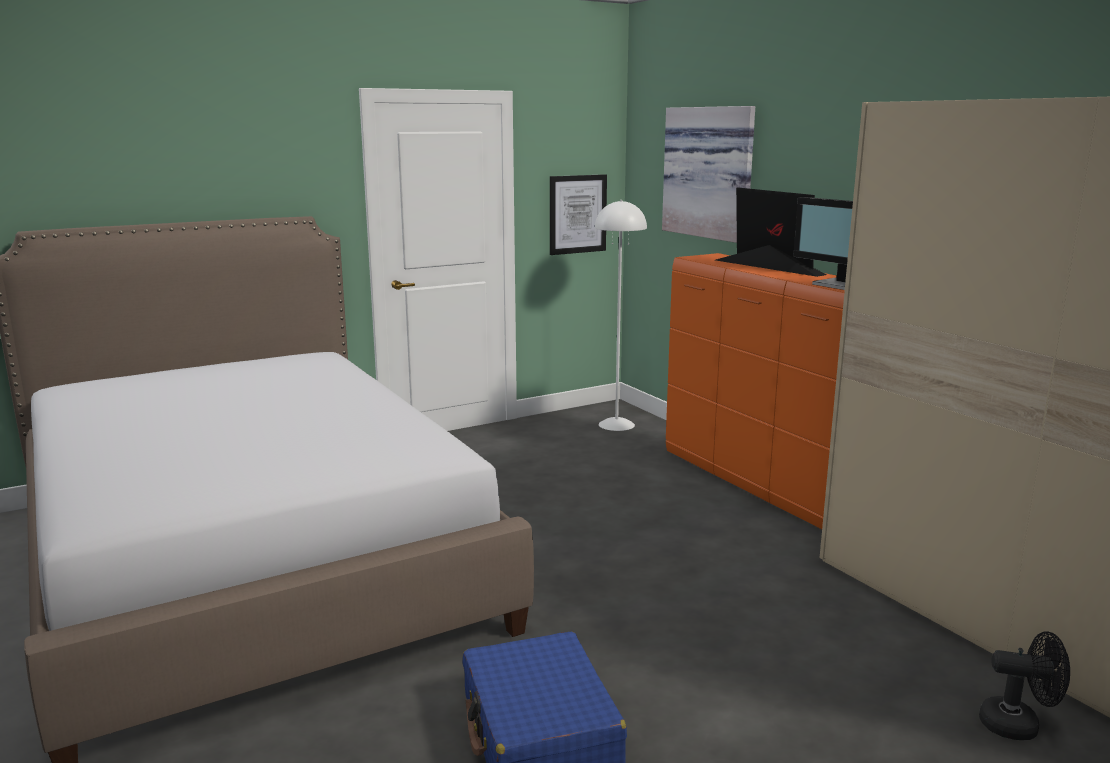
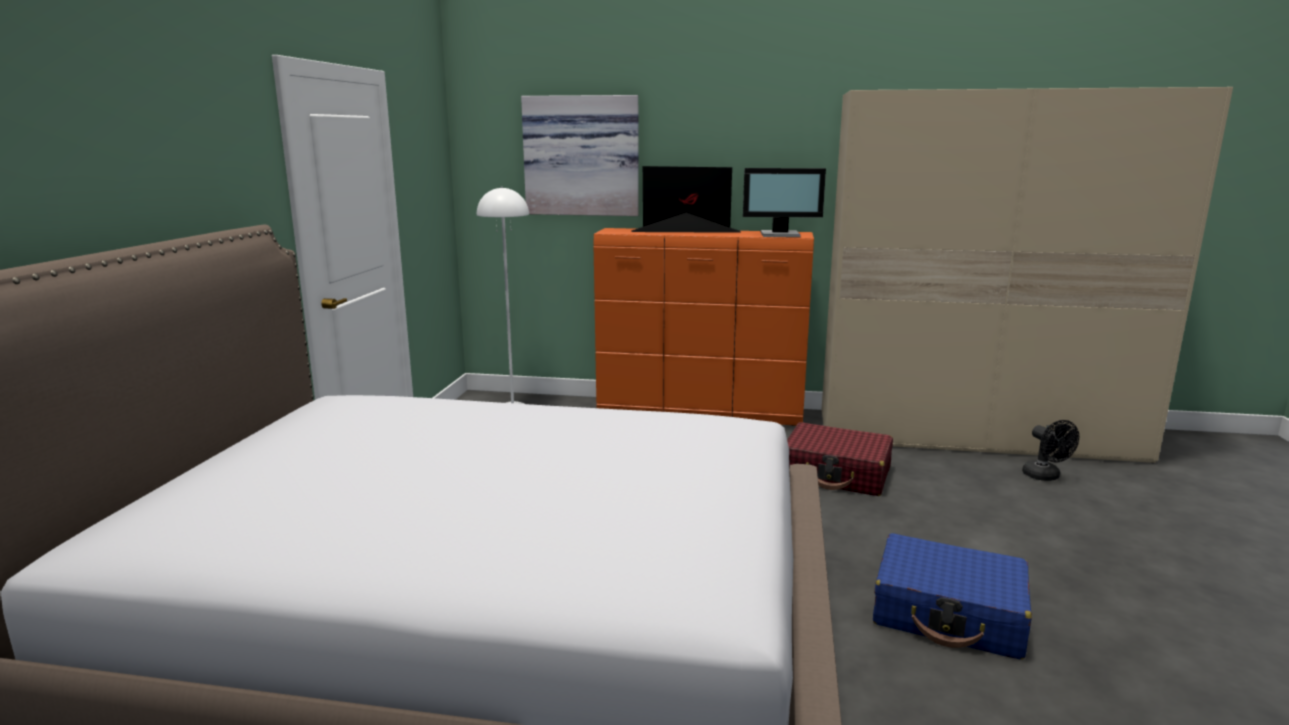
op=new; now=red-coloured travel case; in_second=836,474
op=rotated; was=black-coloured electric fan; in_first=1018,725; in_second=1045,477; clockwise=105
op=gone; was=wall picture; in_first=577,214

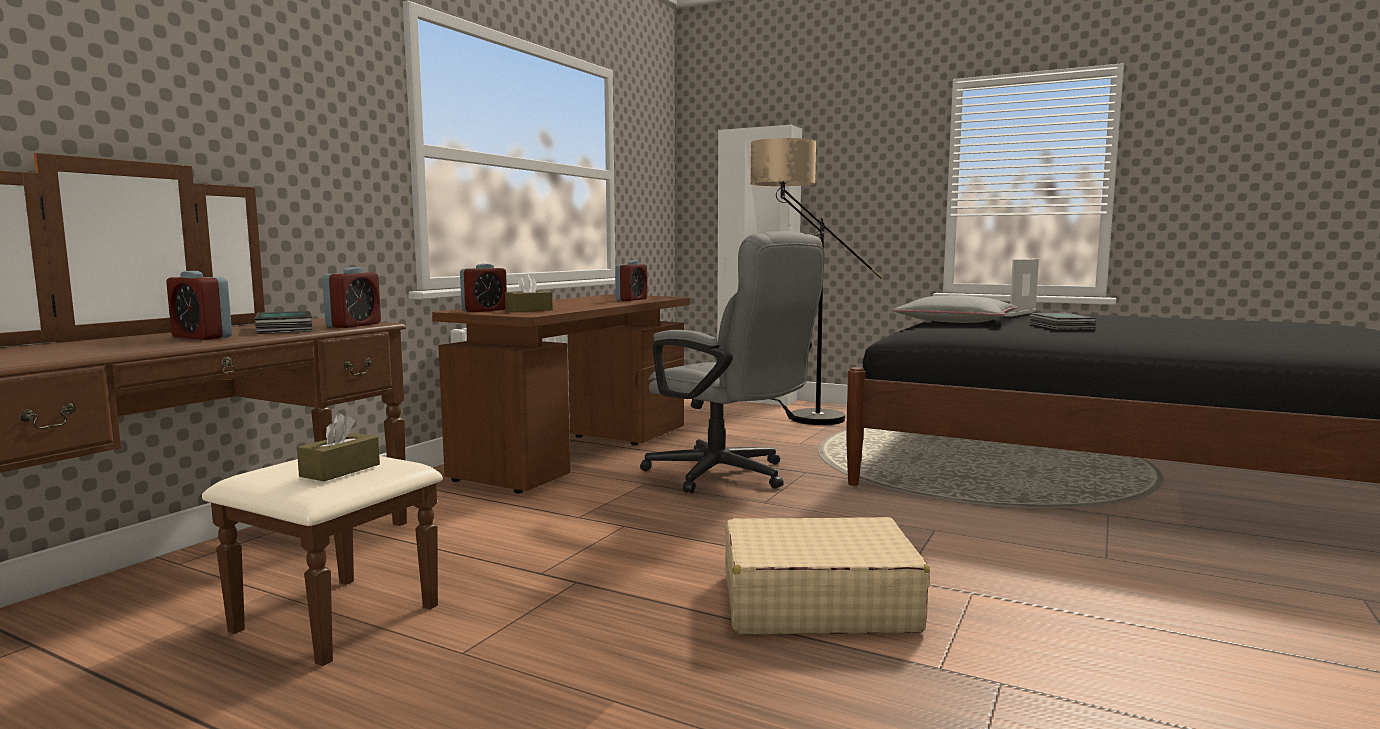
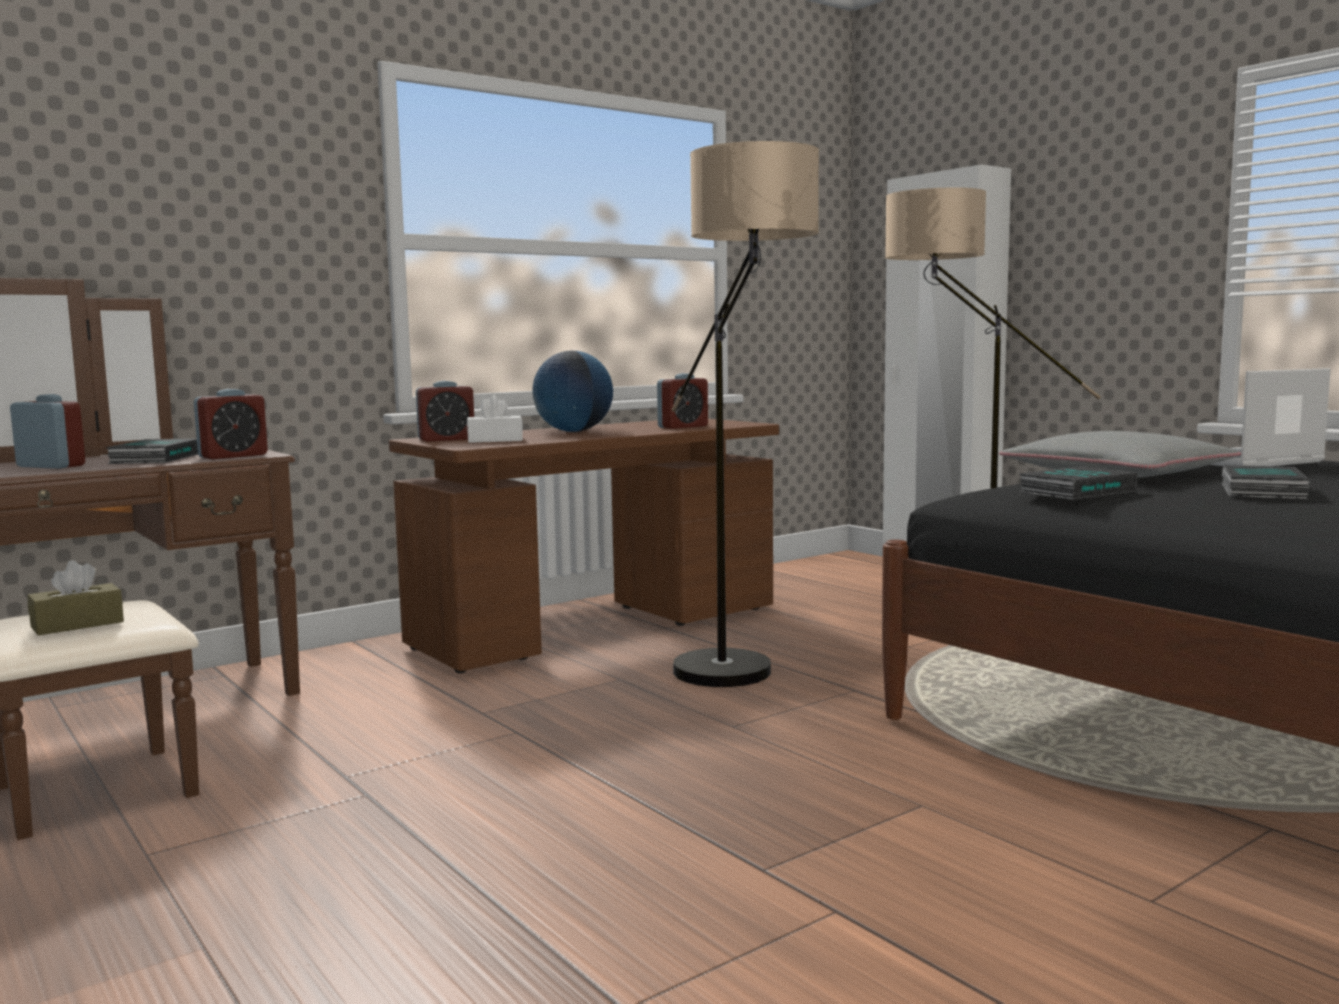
op=rotated; was=bedside clock; in_first=202,337; in_second=51,466; clockwise=150
op=repainted; was=brownish tissue box; now=white tissue box; in_first=529,310; in_second=495,440
op=new; now=globe; in_second=573,431
op=swapped; was=grey computer chair; now=floor lamp; in_first=729,476; in_second=740,683
op=new; now=volume; in_second=1076,491
op=gone; was=sand-coloured travel case; in_first=816,602

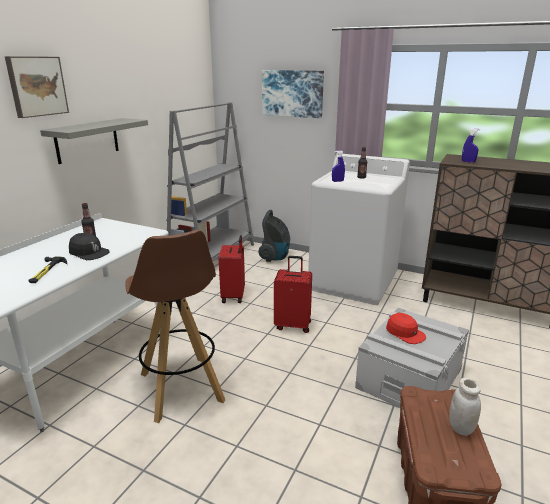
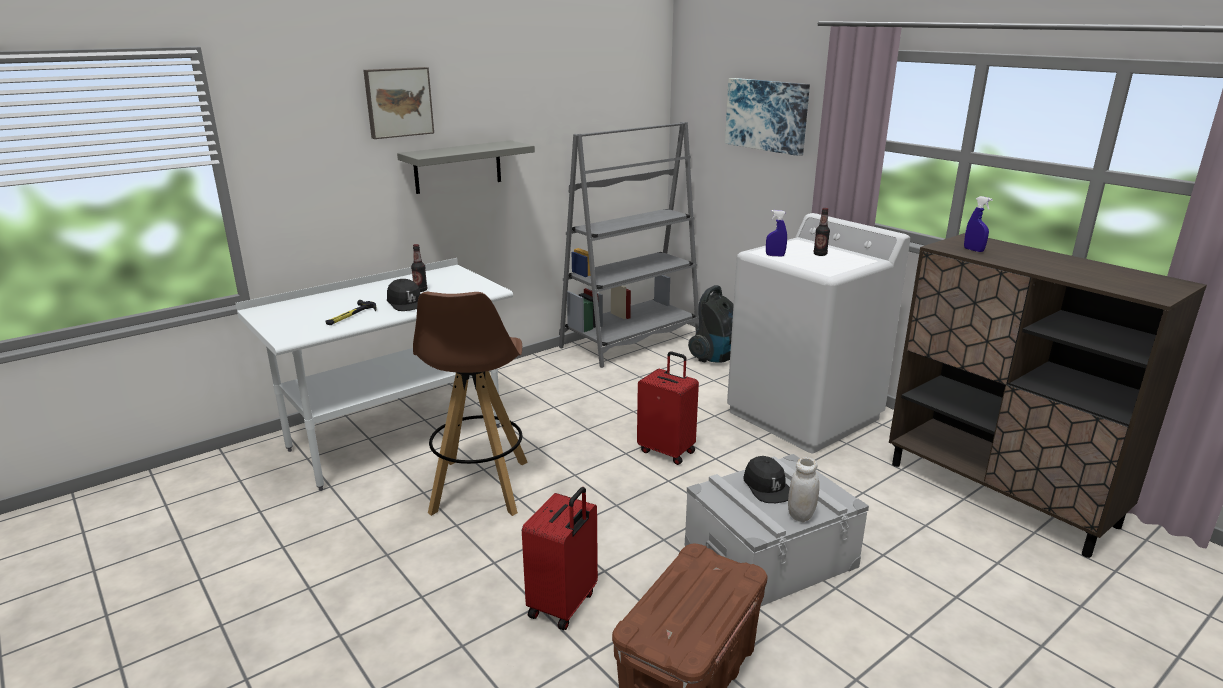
op=shifted; was=red-coloured travel case; in_first=234,296; in_second=564,605
op=repainted; was=red-coloured peaked cap; now=black-coloured peaked cap; in_first=405,333; in_second=767,487
op=shifted; was=white jar; in_first=461,427; in_second=801,515

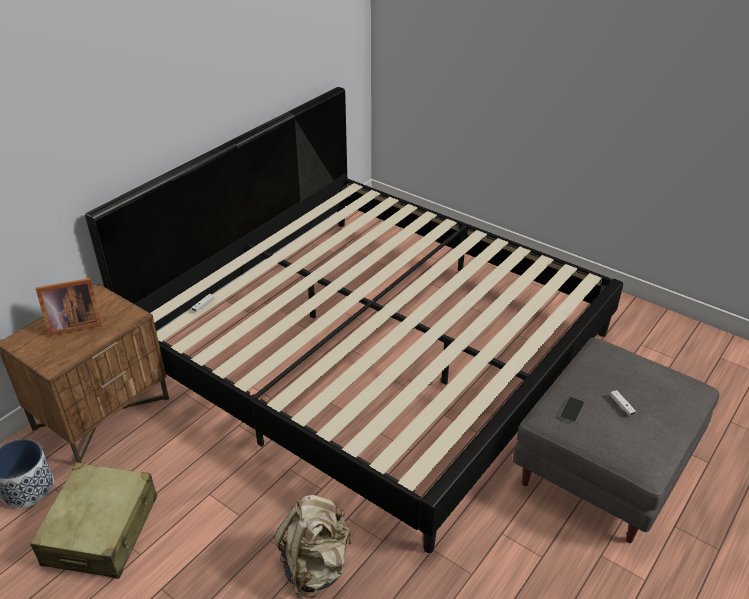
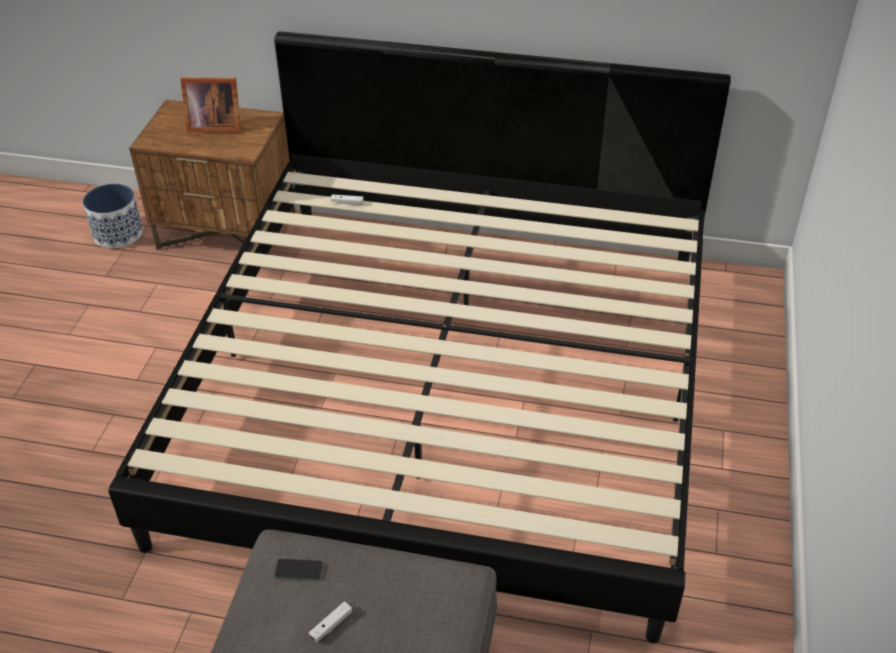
op=rotated; was=picture frame; in_first=73,324; in_second=213,125; clockwise=-45
op=gone; was=sand-coloured travel case; in_first=102,530
op=gone; was=sand-coloured backpack; in_first=316,566

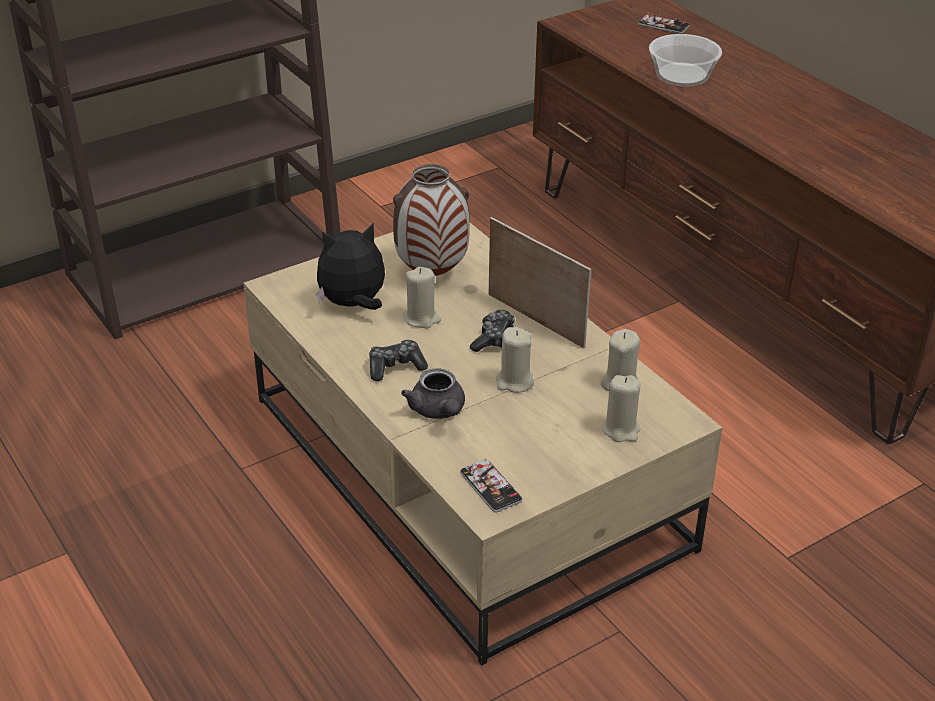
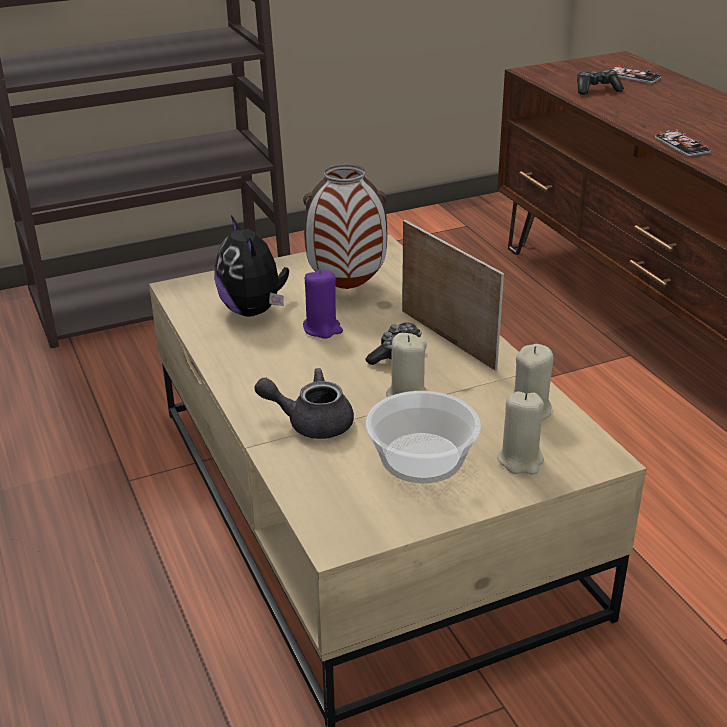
op=rotated; was=soft toy; in_first=353,305; in_second=254,311; clockwise=-105
op=rotated; was=grey tea pot; in_first=438,411; in_second=311,422; clockwise=105
op=repainted; was=sand-coloured candle; now=purple-coloured candle; in_first=421,318; in_second=322,329
op=shifted; was=deep dish; in_first=681,75; in_second=420,458
op=shifted; was=game controller; in_first=395,367; in_second=596,90
op=shifted; was=handset; in_first=490,487; in_second=682,145

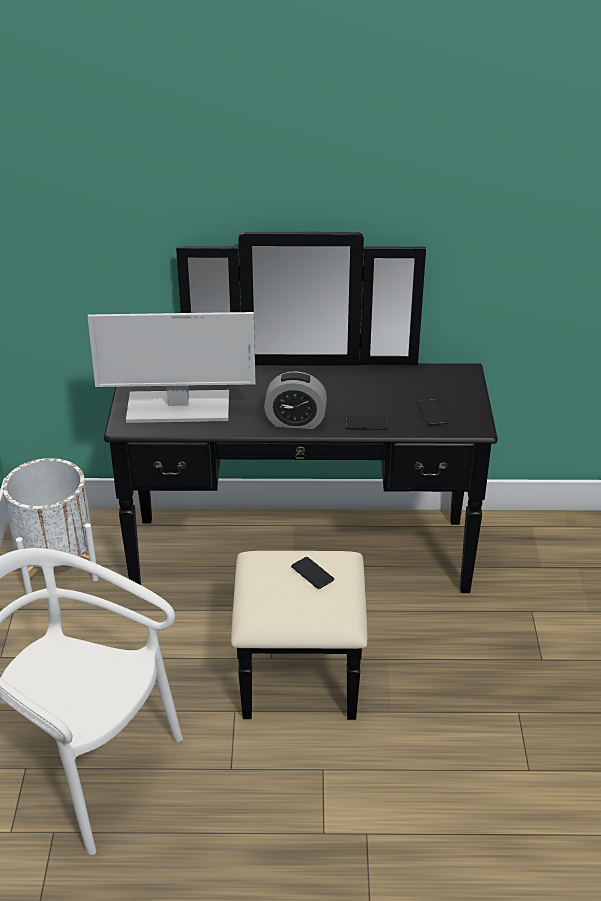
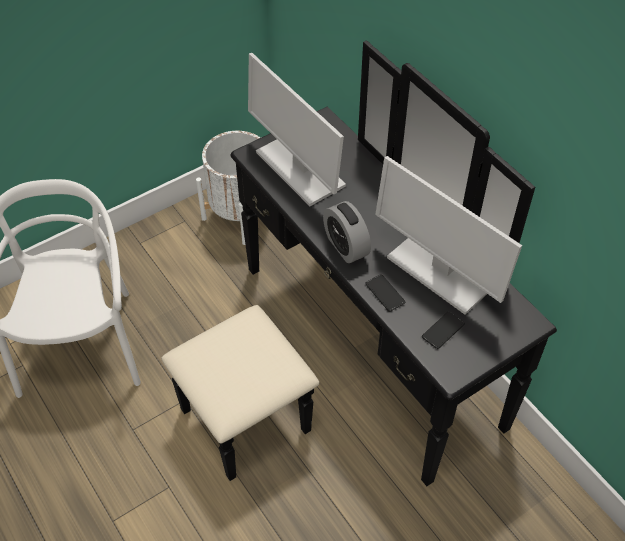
op=new; now=computer screen; in_second=439,271
op=gone; was=handset; in_first=312,573

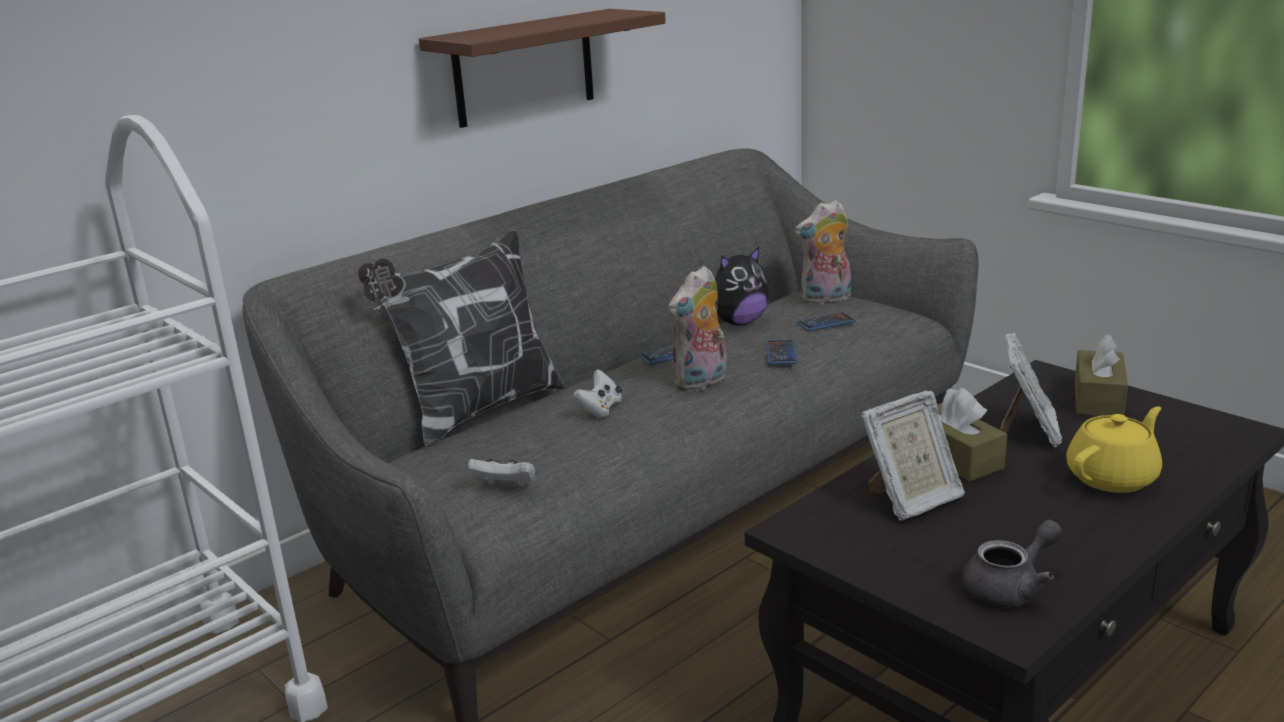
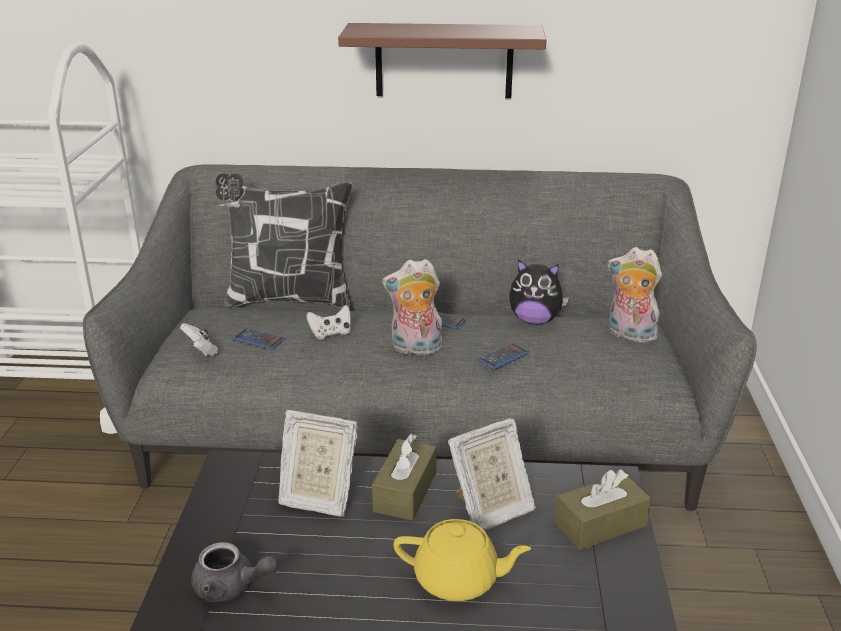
op=shifted; was=handset; in_first=825,322; in_second=258,339

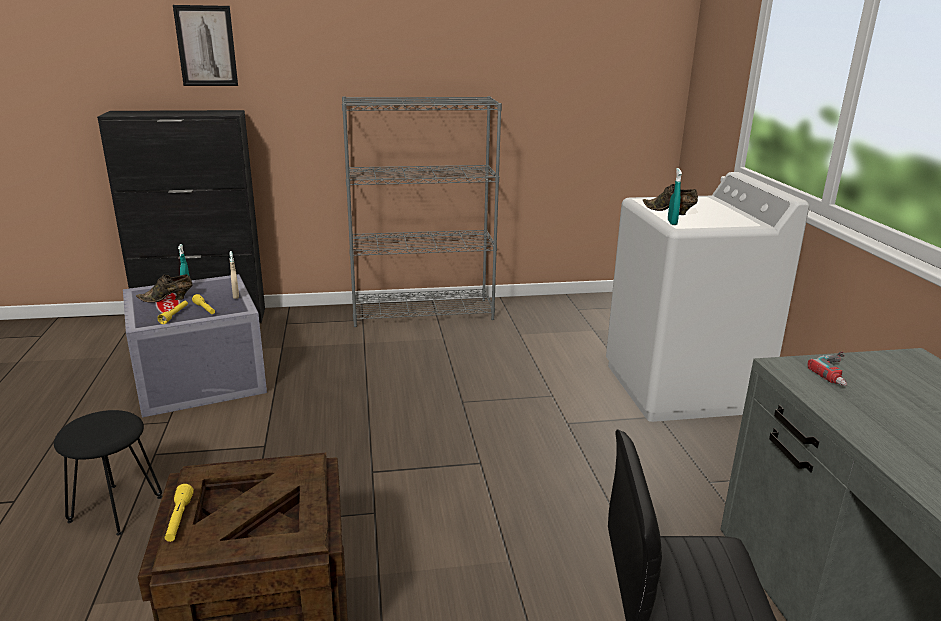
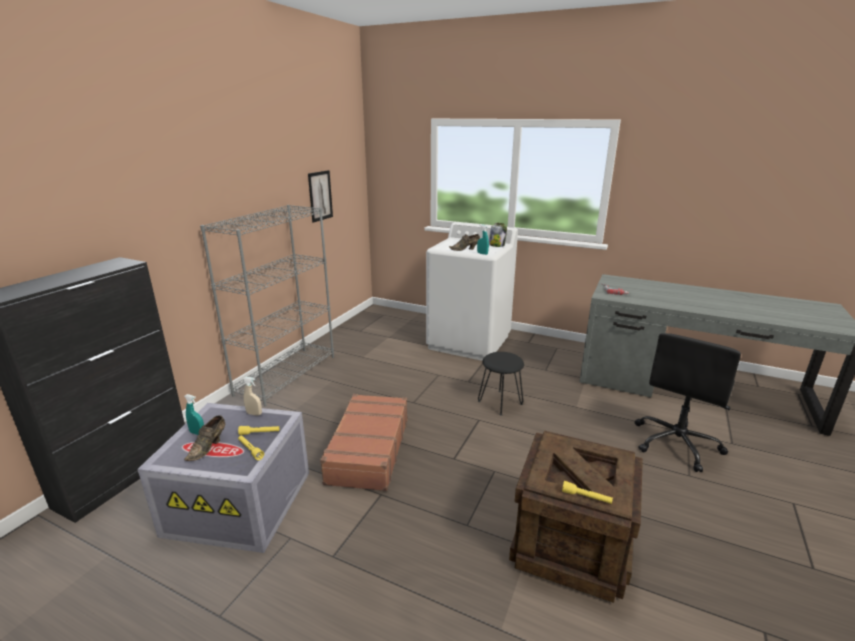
op=shifted; was=wall picture; in_first=206,46; in_second=320,196
op=new; now=brownish travel case; in_second=368,450
op=shifted; was=black-coloured stool seat; in_first=116,508; in_second=499,402
op=new; now=jar; in_second=497,245

